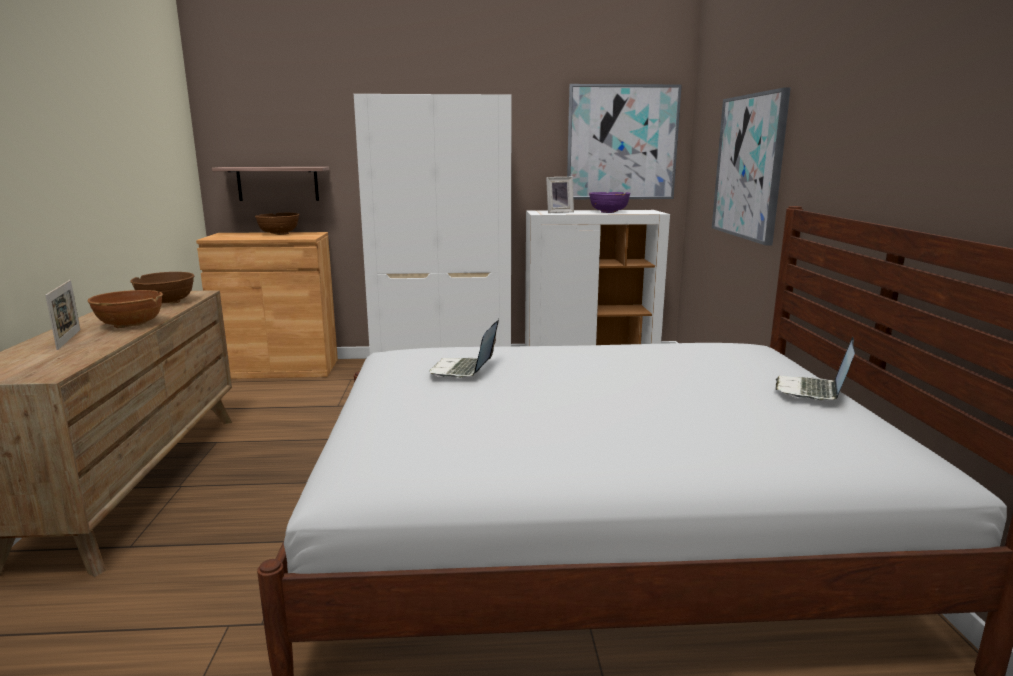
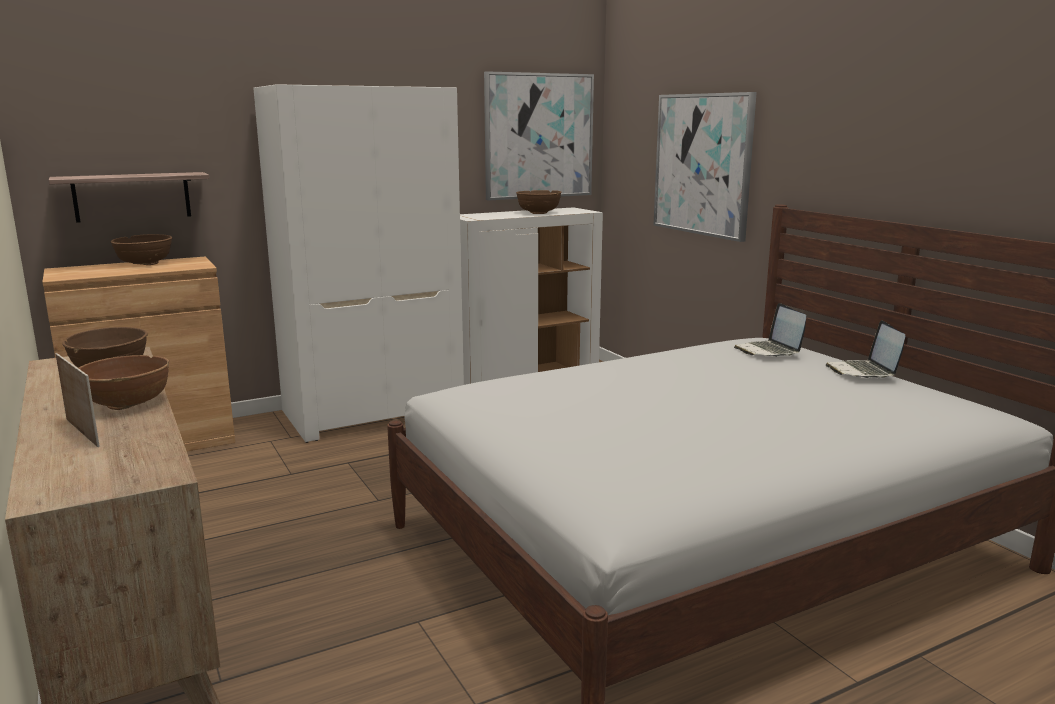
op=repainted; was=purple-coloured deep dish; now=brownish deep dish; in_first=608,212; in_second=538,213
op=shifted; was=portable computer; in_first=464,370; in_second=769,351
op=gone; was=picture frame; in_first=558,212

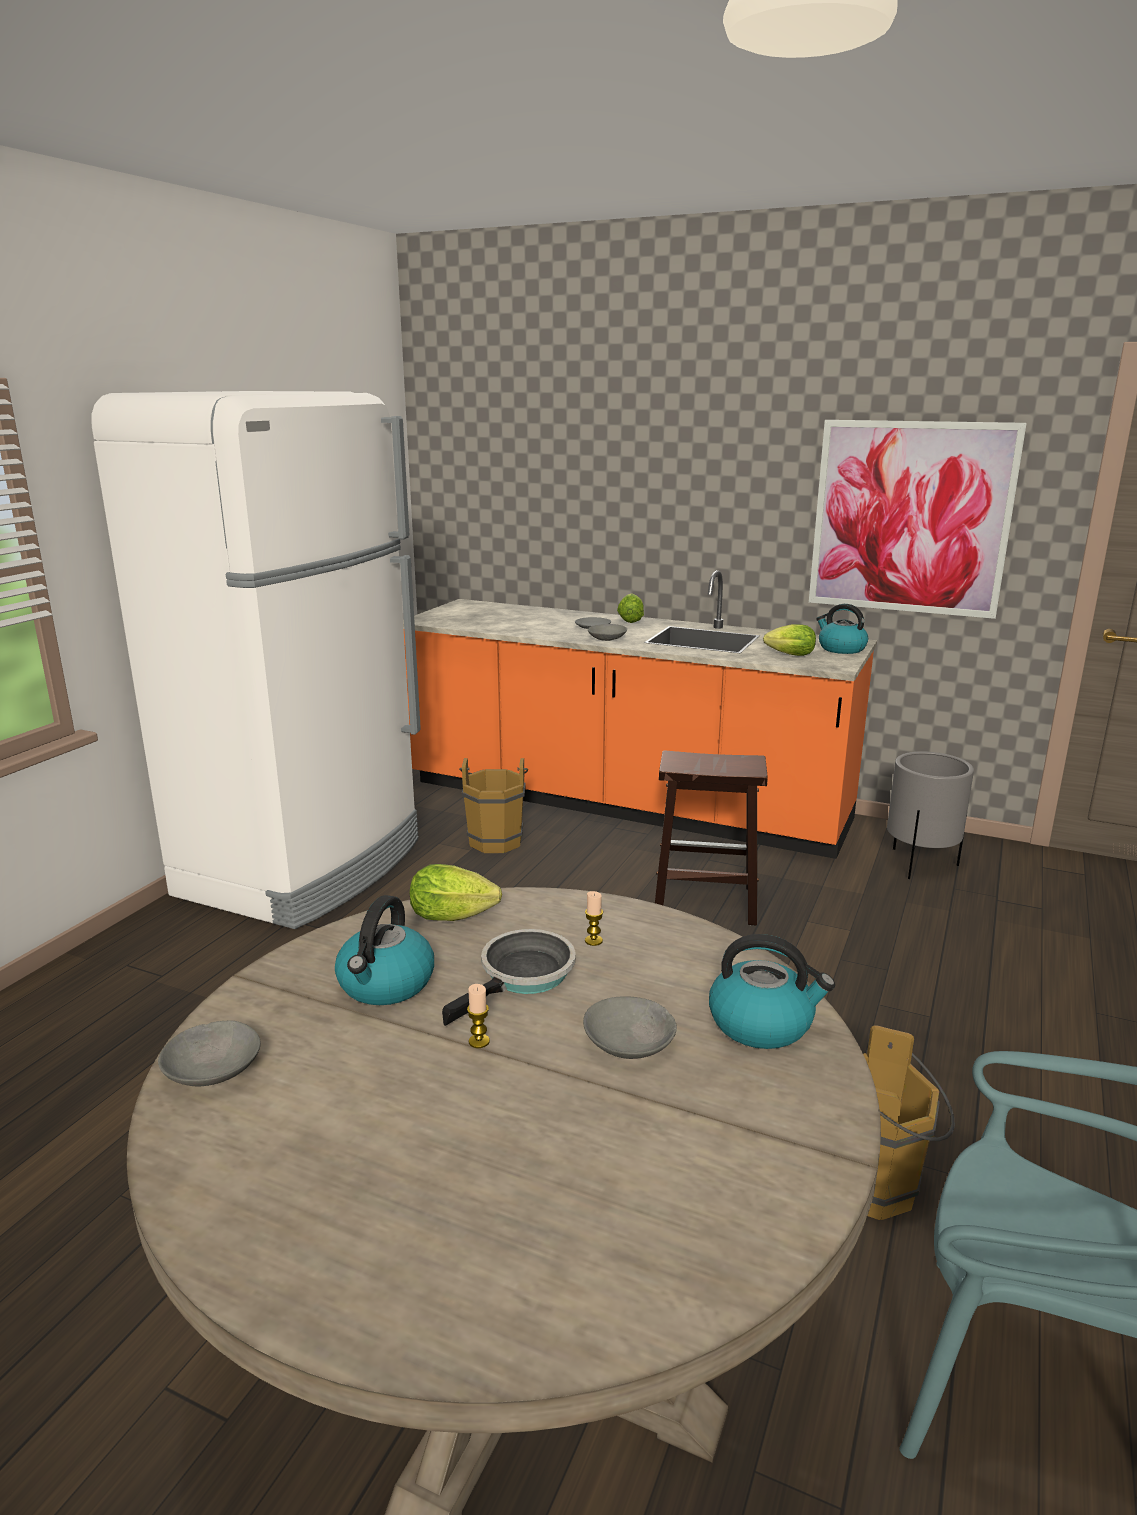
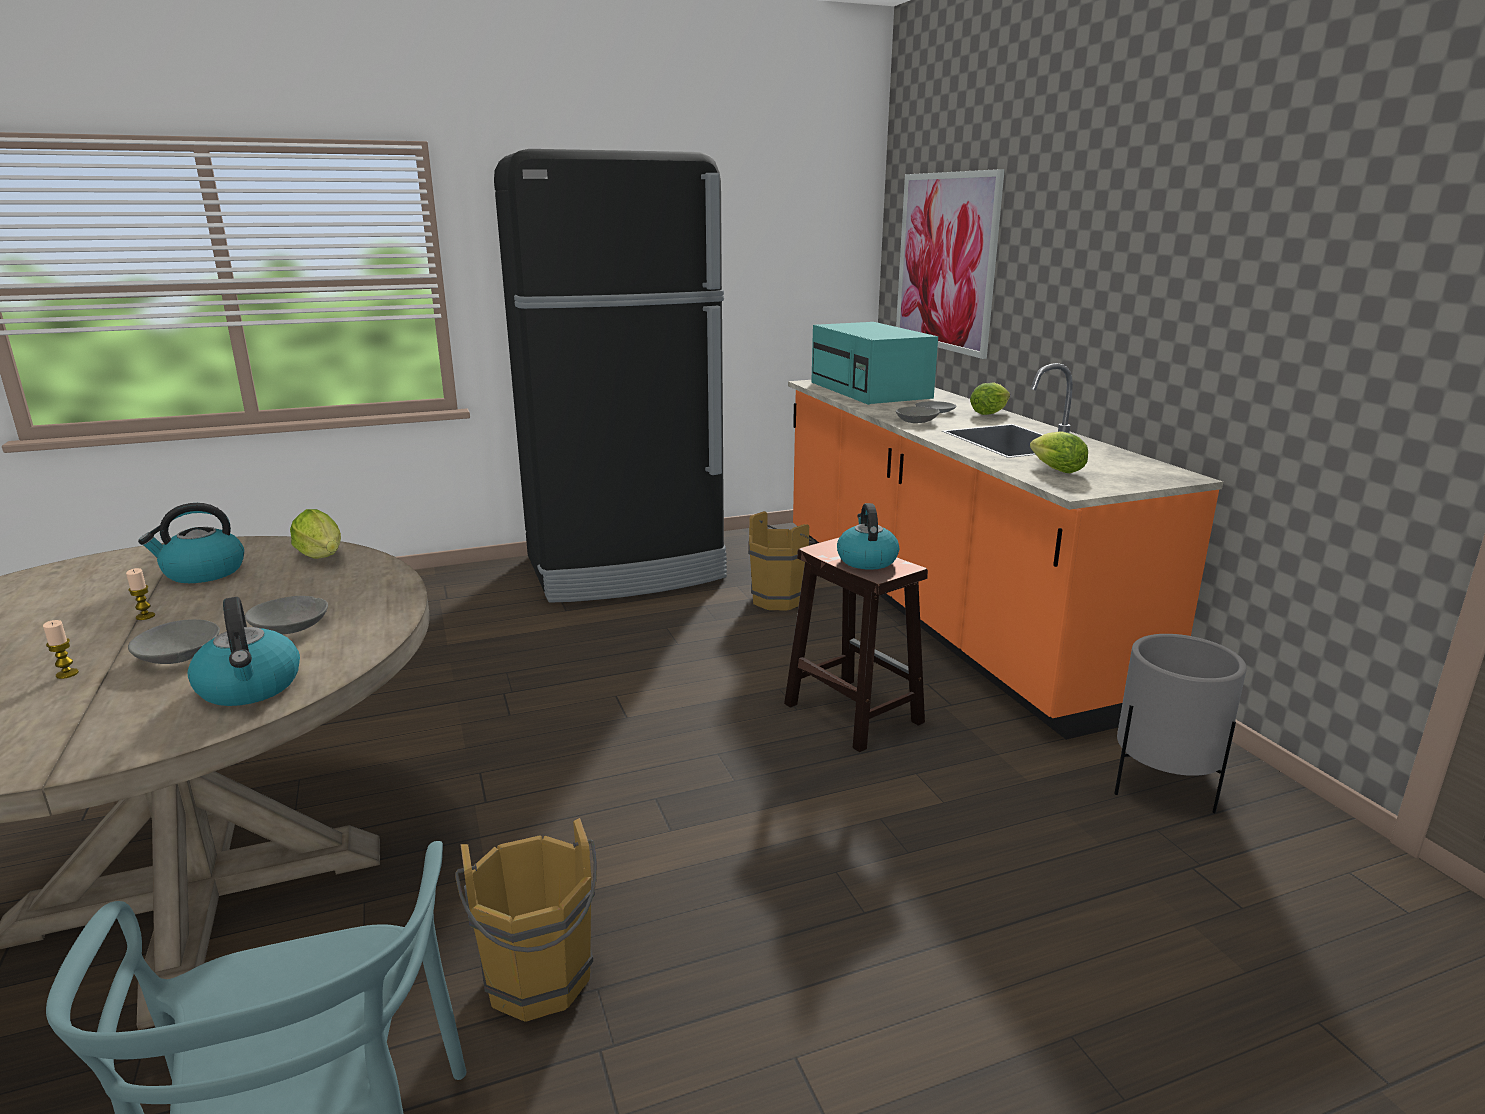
op=shifted; was=candle; in_first=593,941; in_second=67,674
op=shifted; was=grey deep dish; in_first=214,1069; in_second=291,627
op=repainted; was=white refrigerator; now=black-coloured refrigerator; in_first=305,868; in_second=626,569
op=new; now=turquoise microwave oven; in_second=871,390
op=shifted; was=water kettle; in_first=841,649; in_second=866,560
op=shifted; was=wall picture; in_first=910,518; in_second=945,262
op=gone; was=frying pan; in_first=523,977

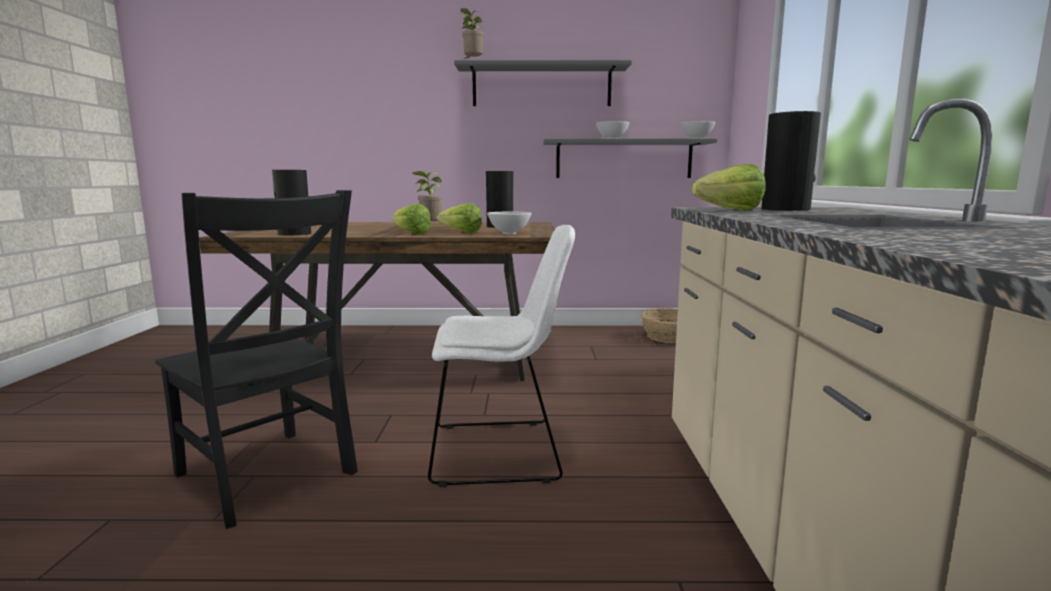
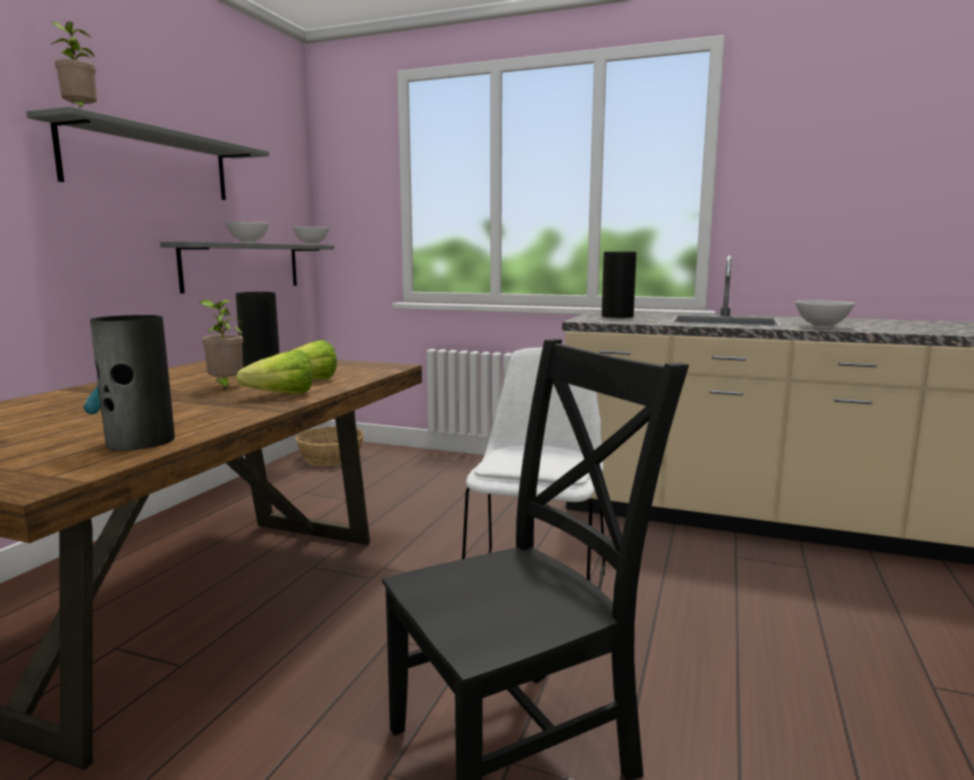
op=shifted; was=white deep dish; in_first=509,233; in_second=822,327
op=gone; was=head of lettuce; in_first=723,210

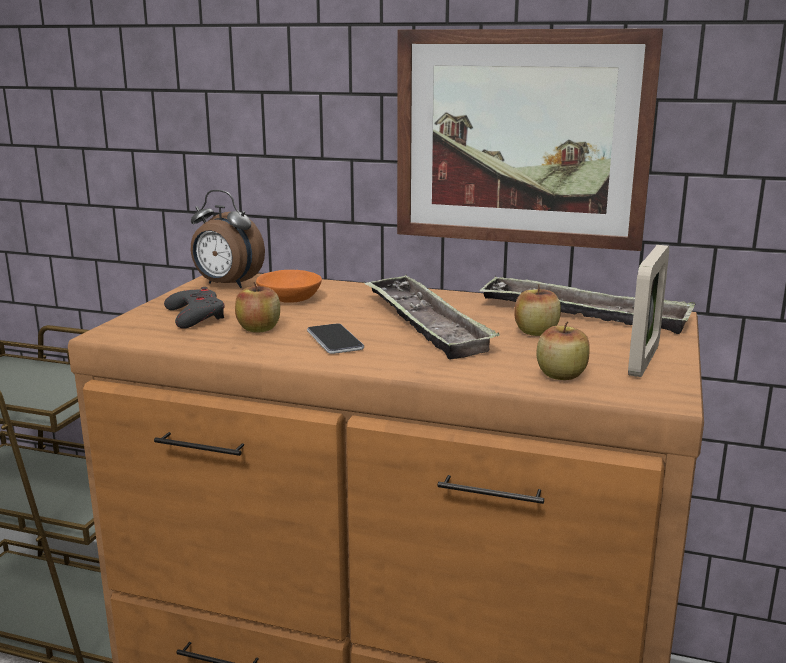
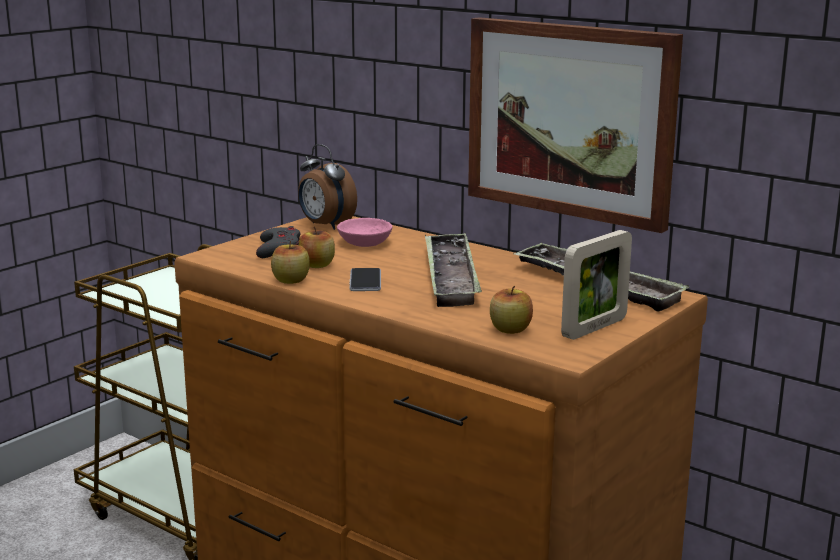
op=shifted; was=whole apple; in_first=536,332; in_second=290,280
op=repainted; was=orange deep dish; now=pink-coloured deep dish; in_first=287,299; in_second=362,243

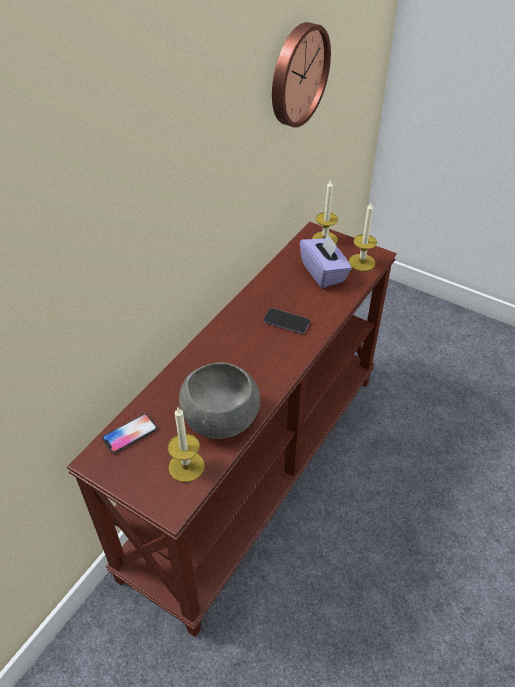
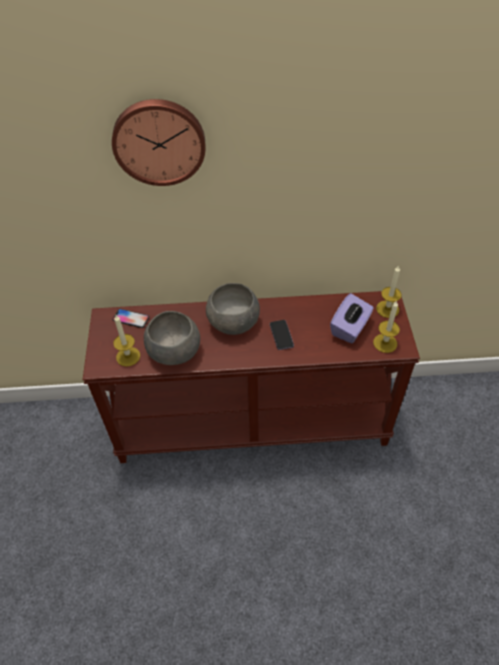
op=shifted; was=clock on the wall; in_first=297,75; in_second=159,141
op=new; now=grey deep dish; in_second=233,321

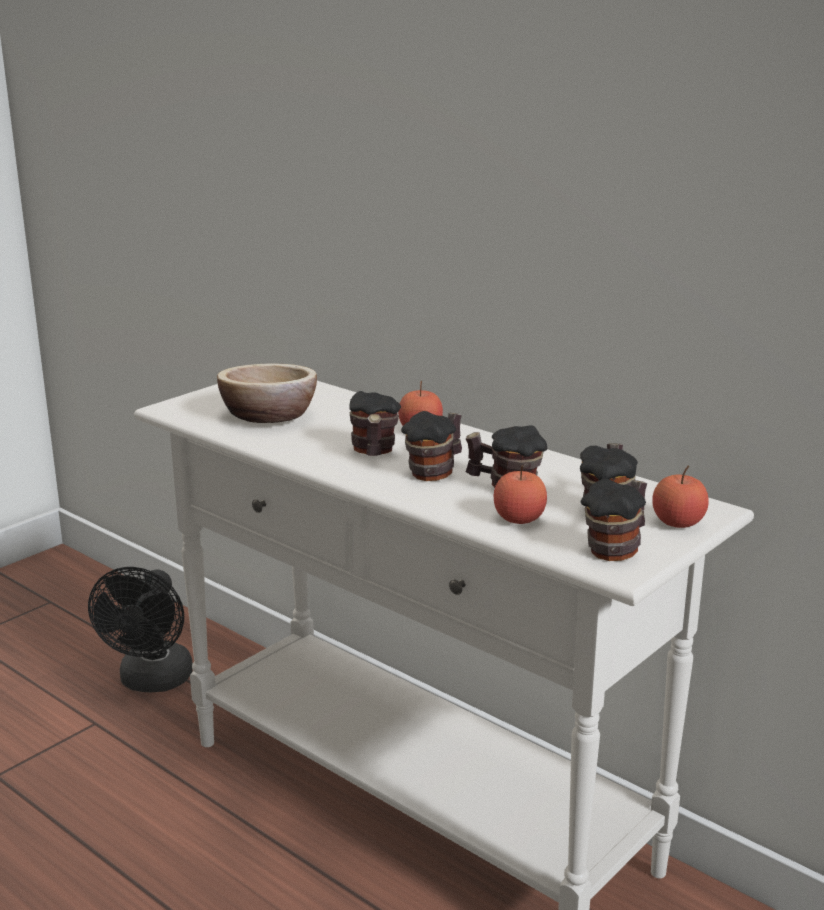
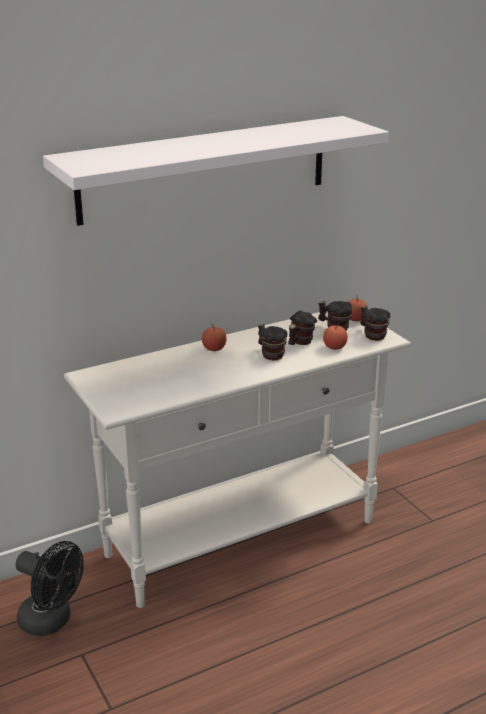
op=new; now=white shelf; in_second=205,169
op=gone; was=deep dish; in_first=269,416
op=gone; was=mug; in_first=373,453

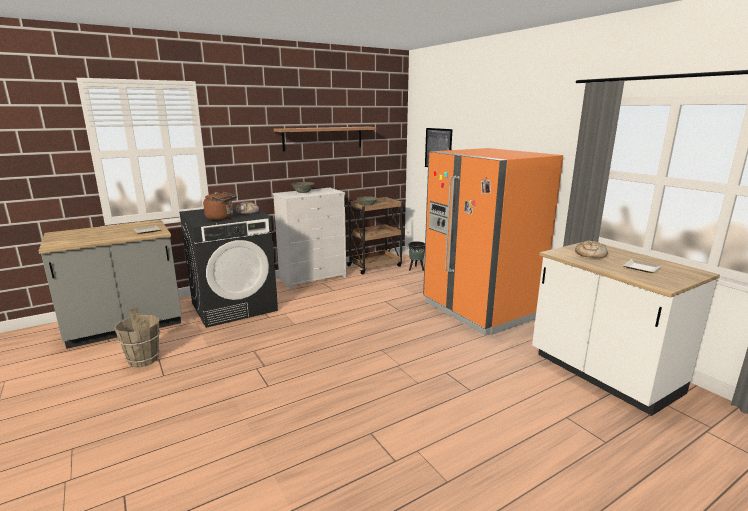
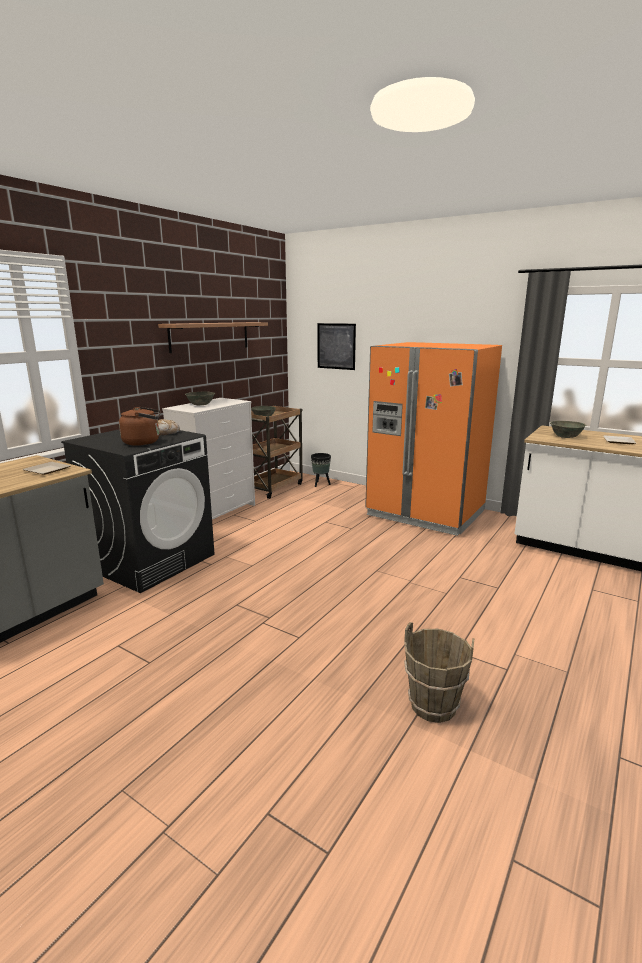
op=shifted; was=brownish water bucket; in_first=143,360; in_second=433,706
op=swapped; was=bakery bread; now=grey deep dish; in_first=590,254; in_second=565,436

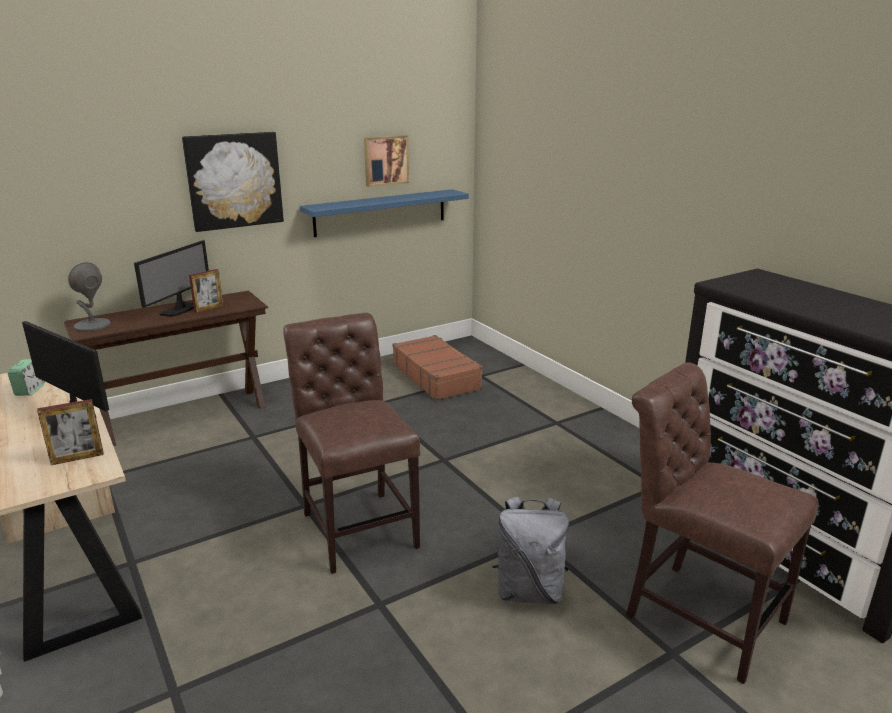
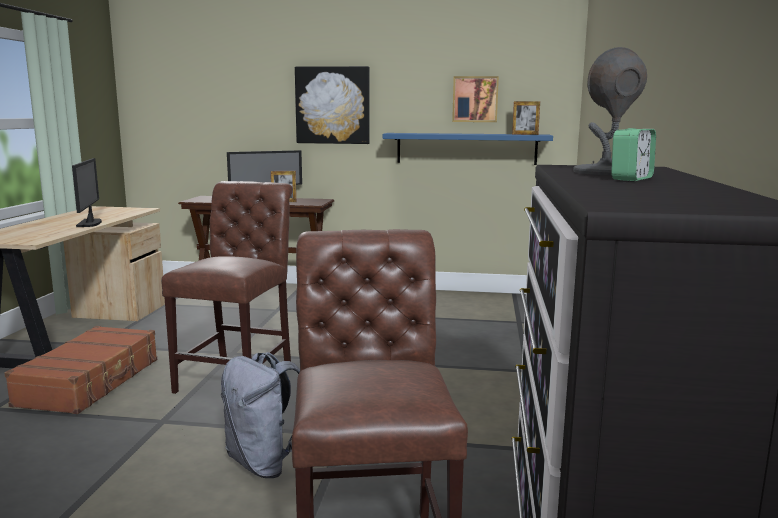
op=shifted; was=brownish travel case; in_first=436,377; in_second=91,382
op=shifted; was=picture frame; in_first=77,458; in_second=525,134
op=shifted; was=grey table lamp; in_first=92,326; in_second=604,172
op=shifted; was=bedside clock; in_first=30,390; in_second=631,179

